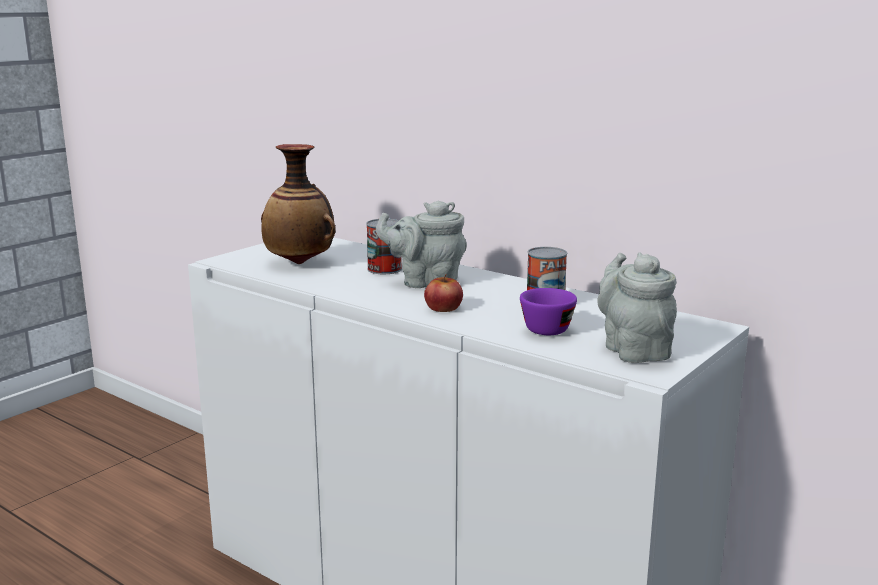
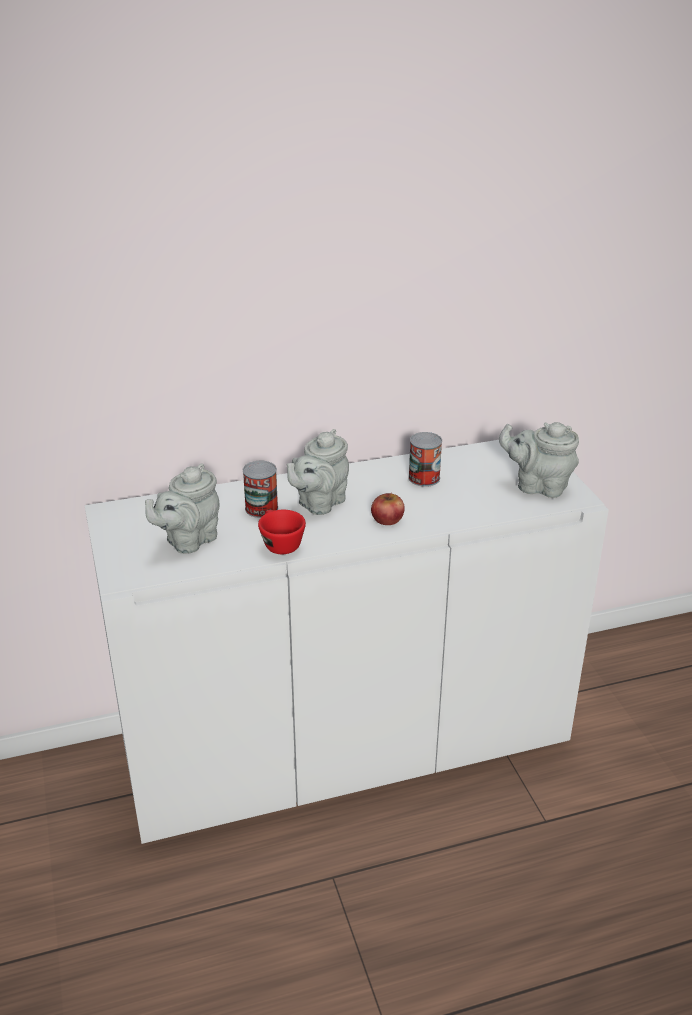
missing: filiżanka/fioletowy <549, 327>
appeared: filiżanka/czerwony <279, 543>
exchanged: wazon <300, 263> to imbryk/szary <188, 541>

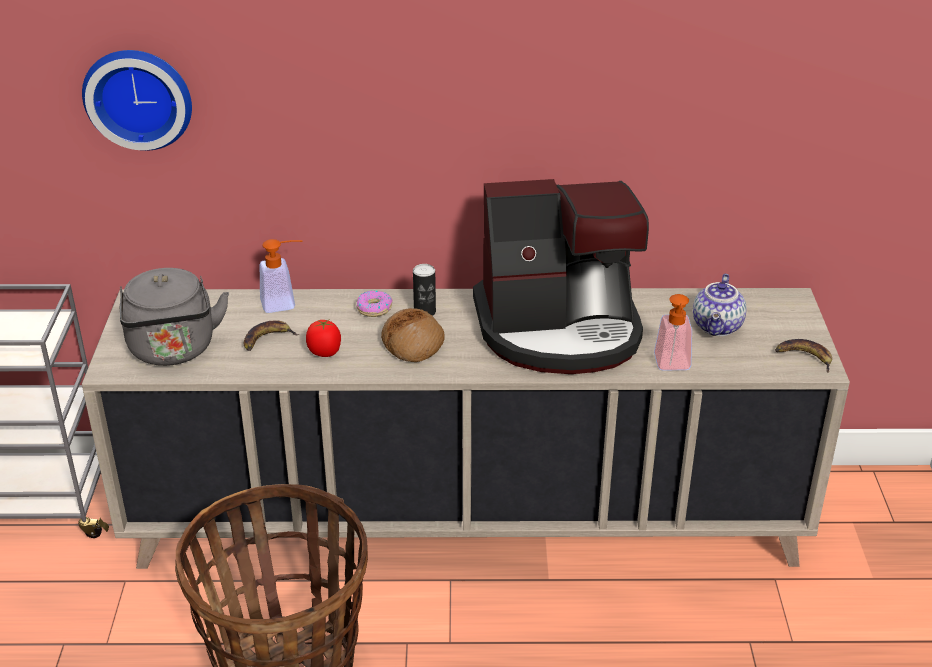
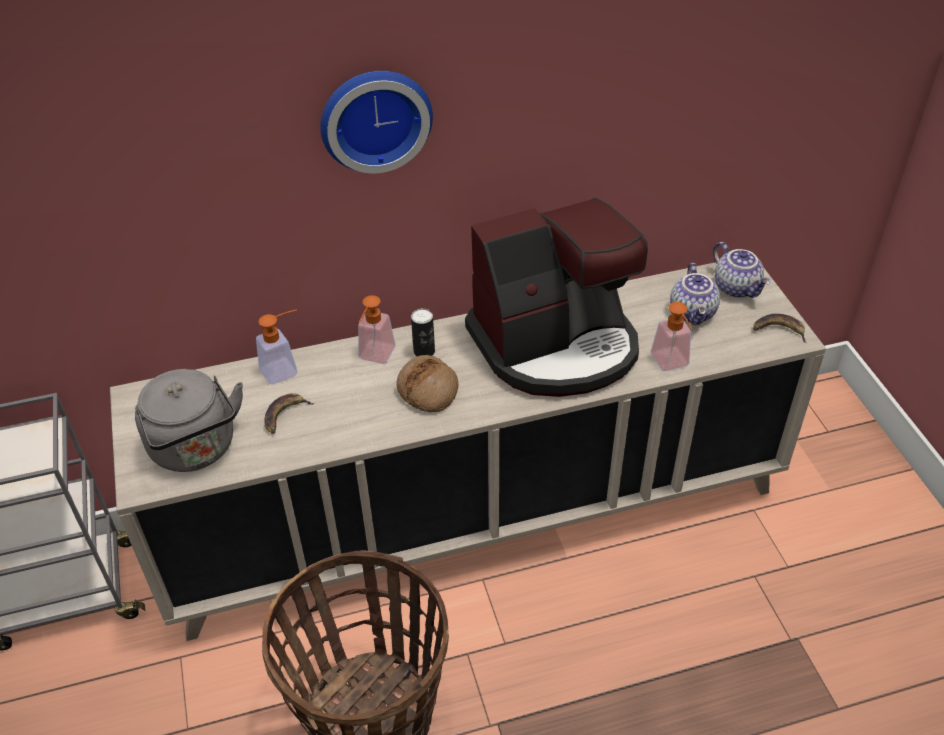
missing: pomidor <325, 352>
appeared: imbryk <737, 288>
relocated: zegar ścienny <139, 97> to <374, 117>
exchanged: donut <374, 308> to dozownik mydła <374, 357>

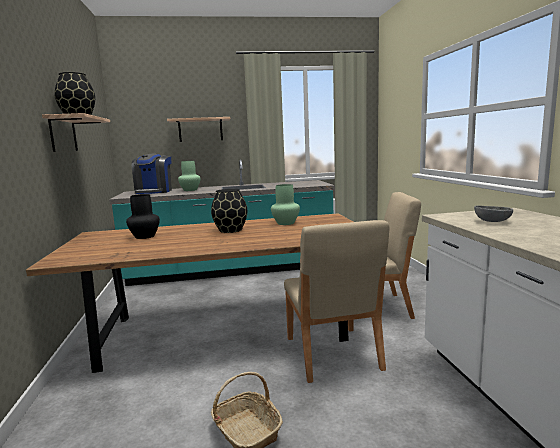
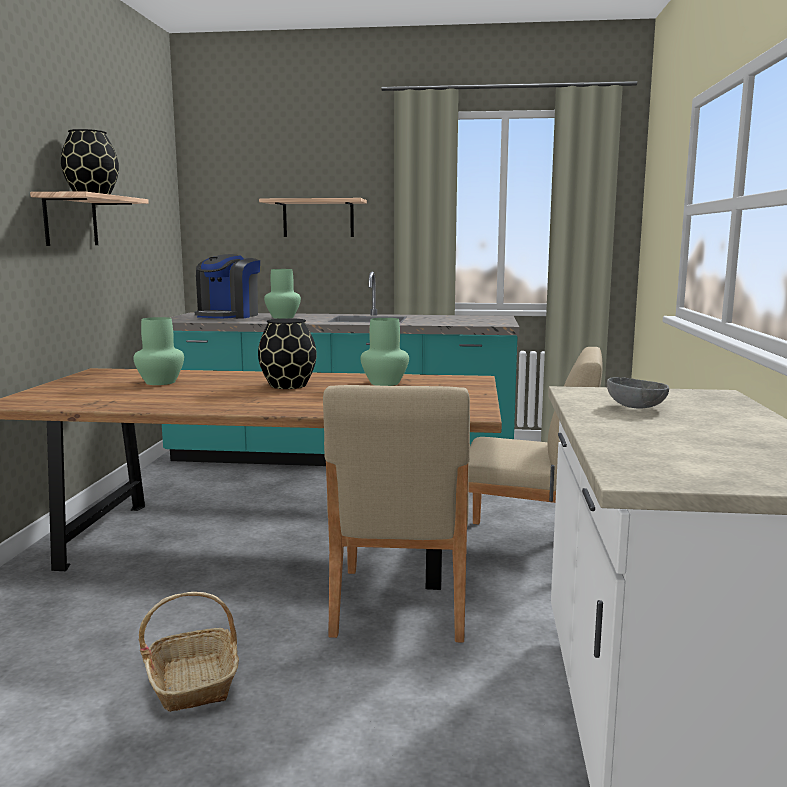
colour: wazon/czarny <145, 236> to wazon/zielony <161, 382>

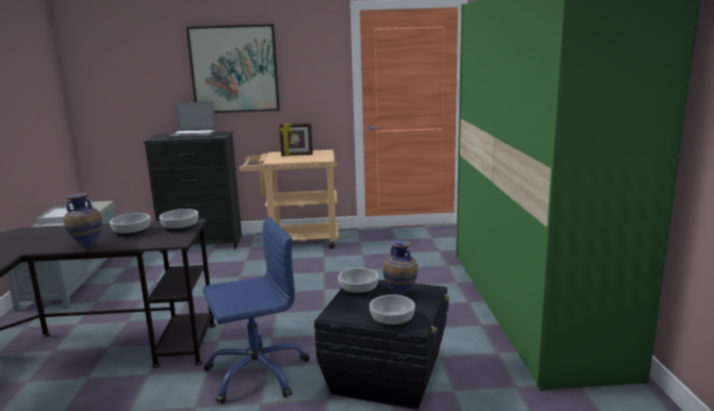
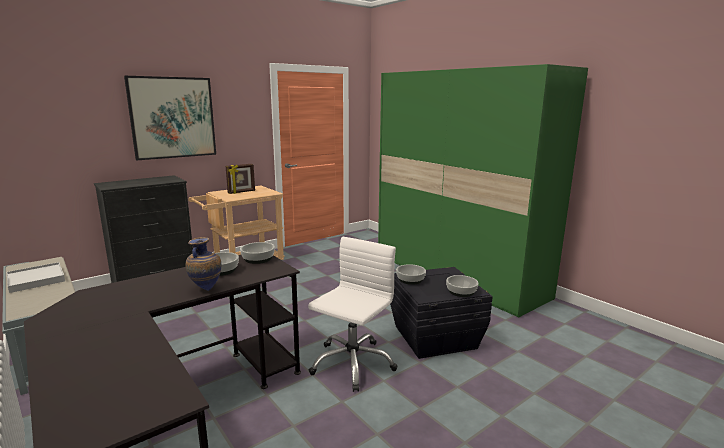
missing: laptop <194, 135>; wazon <400, 294>
colour: krzesło biurowe/niebieski <257, 373> to krzesło biurowe/biały <352, 363>

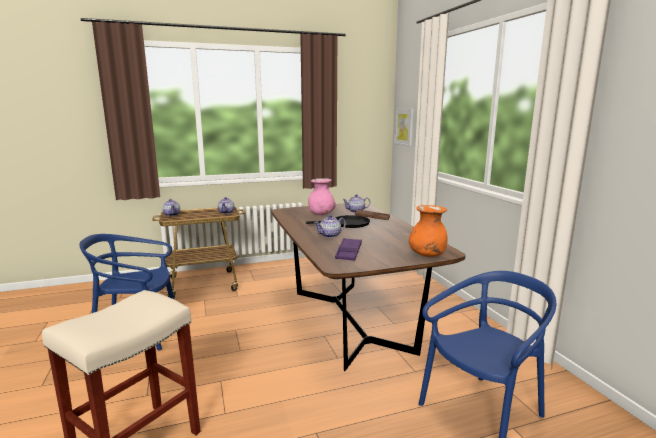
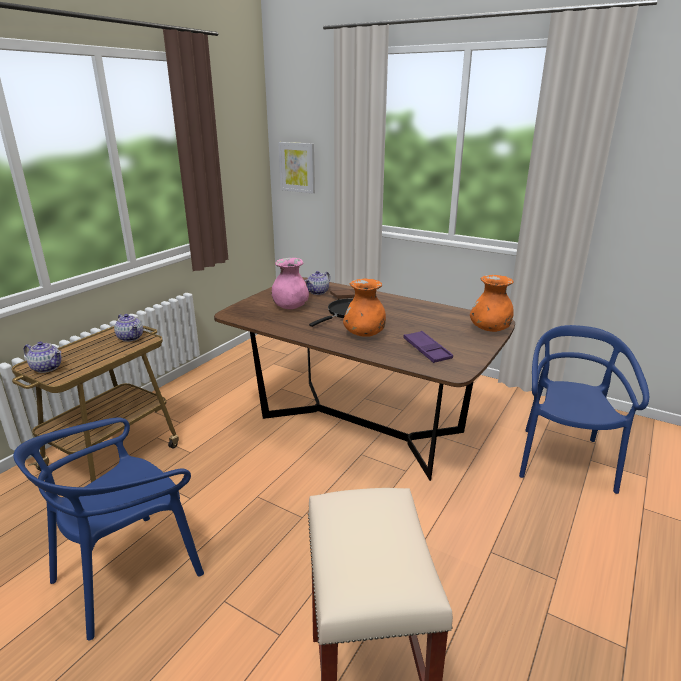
exchanged: imbryk <330, 235> to wazon/pomarańczowy <364, 334>

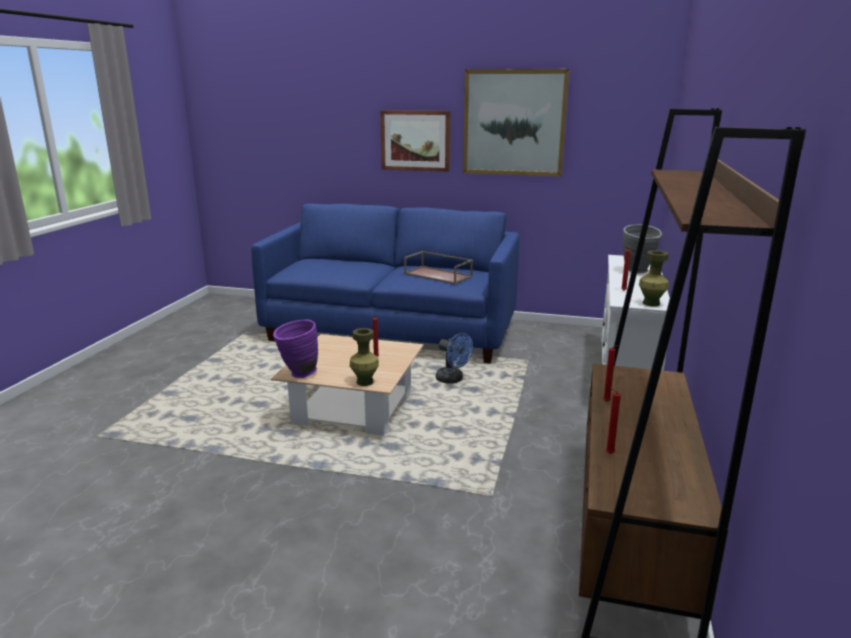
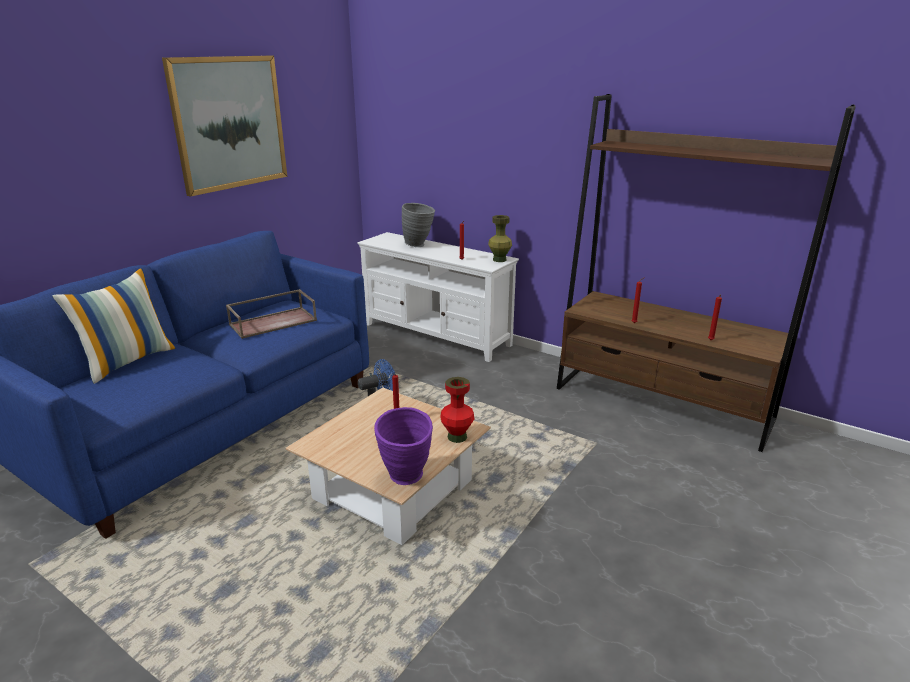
missing: obraz <415, 140>
appeared: poduszka <128, 361>
colour: wazon/zielony <365, 382> to wazon/czerwony <457, 437>

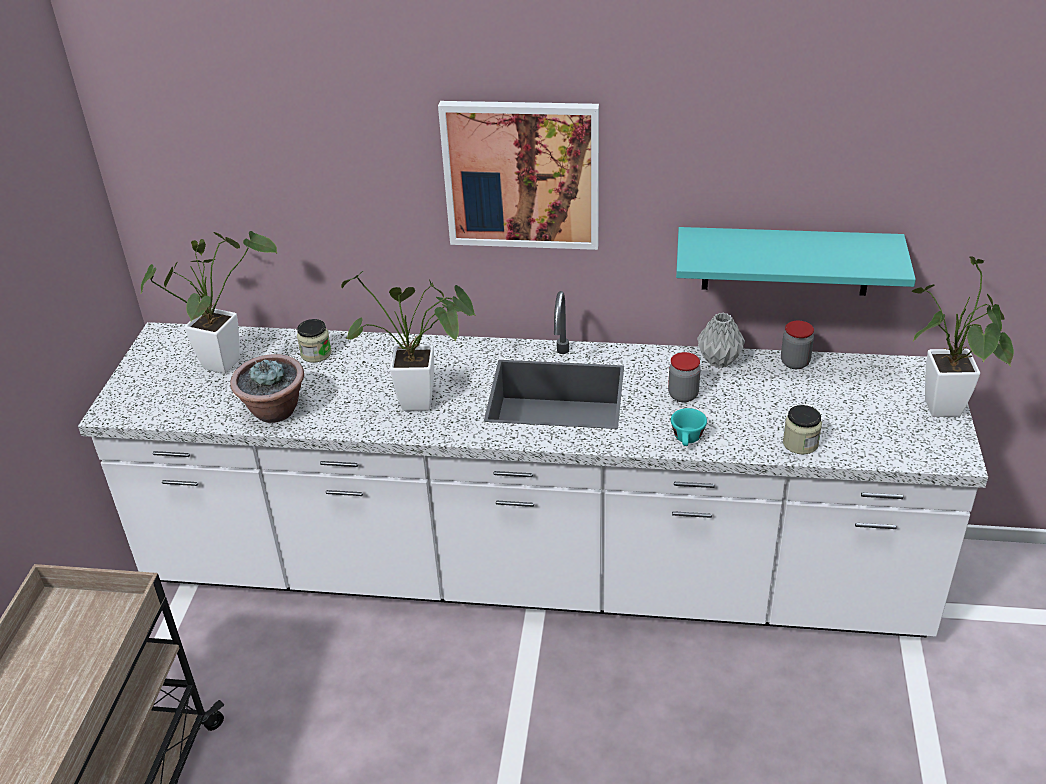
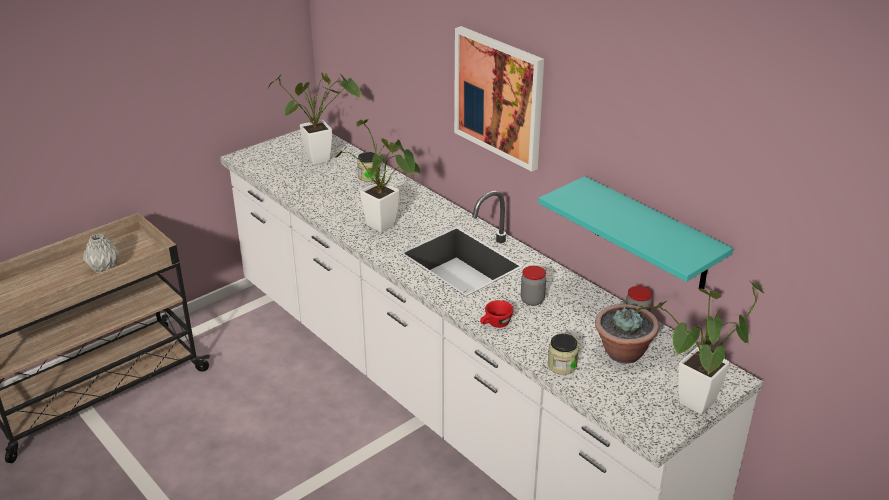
relocated: roślina doniczkowa <274, 411> to <623, 353>; wazon/szary <720, 361> to <104, 269>
colour: filiżanka/turkusowy <687, 440> to filiżanka/czerwony <495, 324>

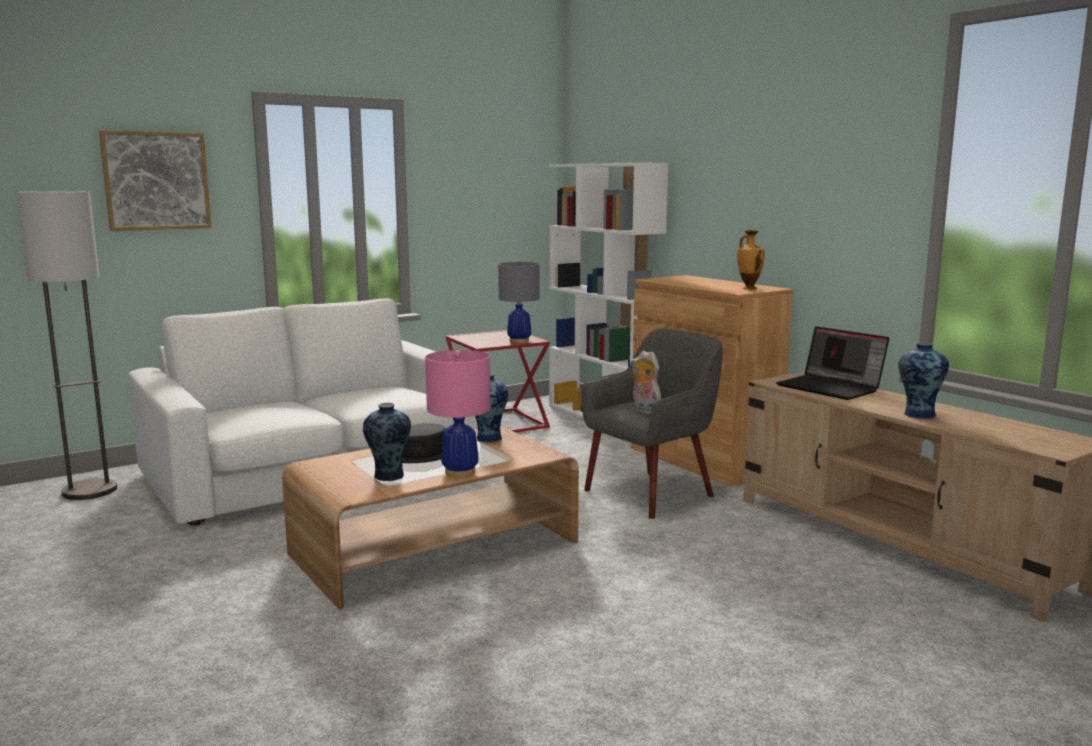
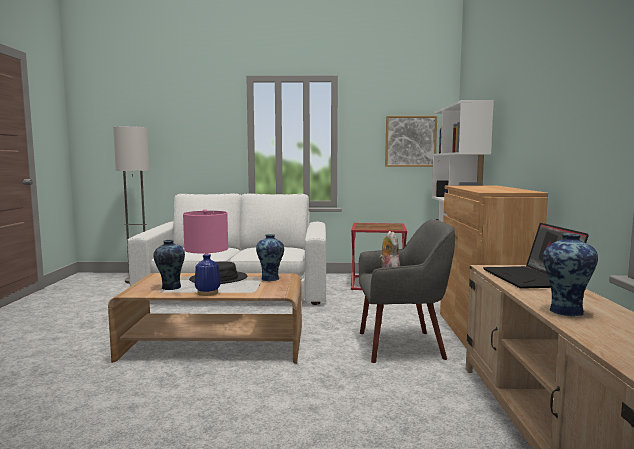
missing: lampa stołowa/szary <519, 341>; wazon <748, 288>
relocated: obraz <156, 181> to <410, 141>

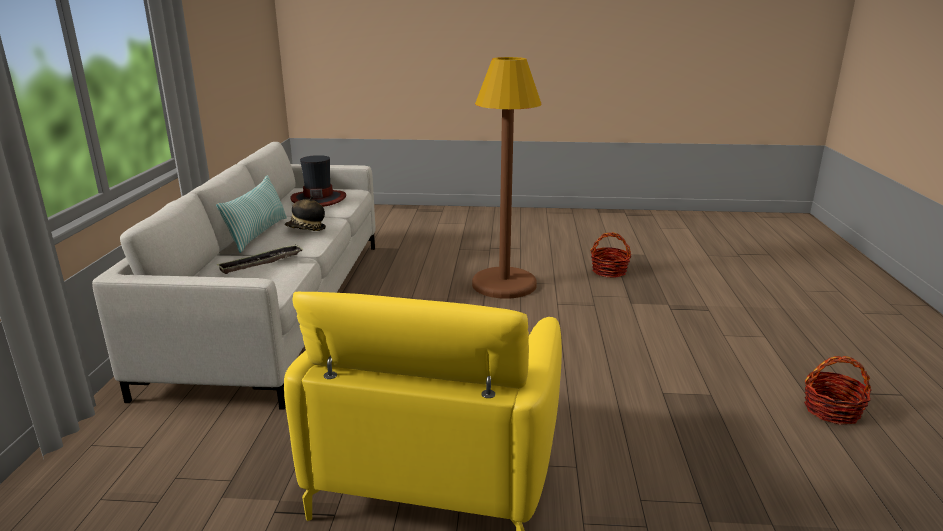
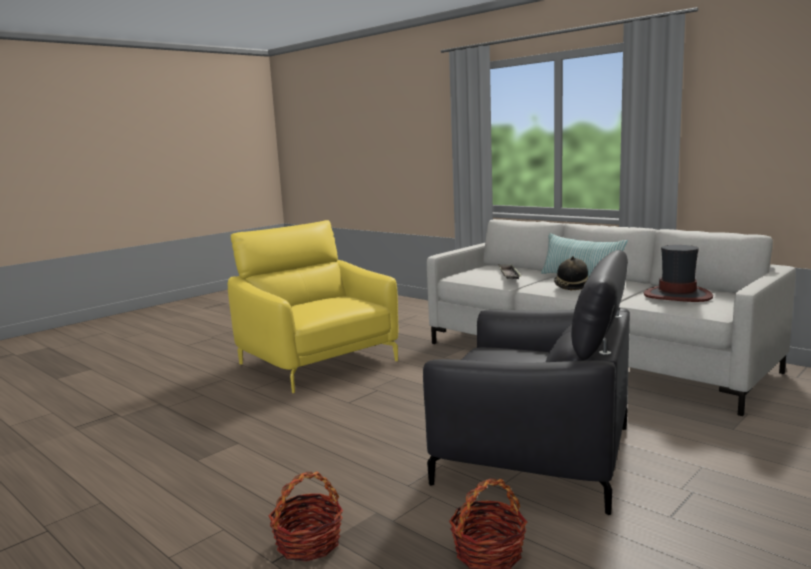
relocated: koszyk <832, 410> to <308, 543>
exchanged: lampa stojąca/brązowy <504, 284> to fotel/czarny <534, 455>

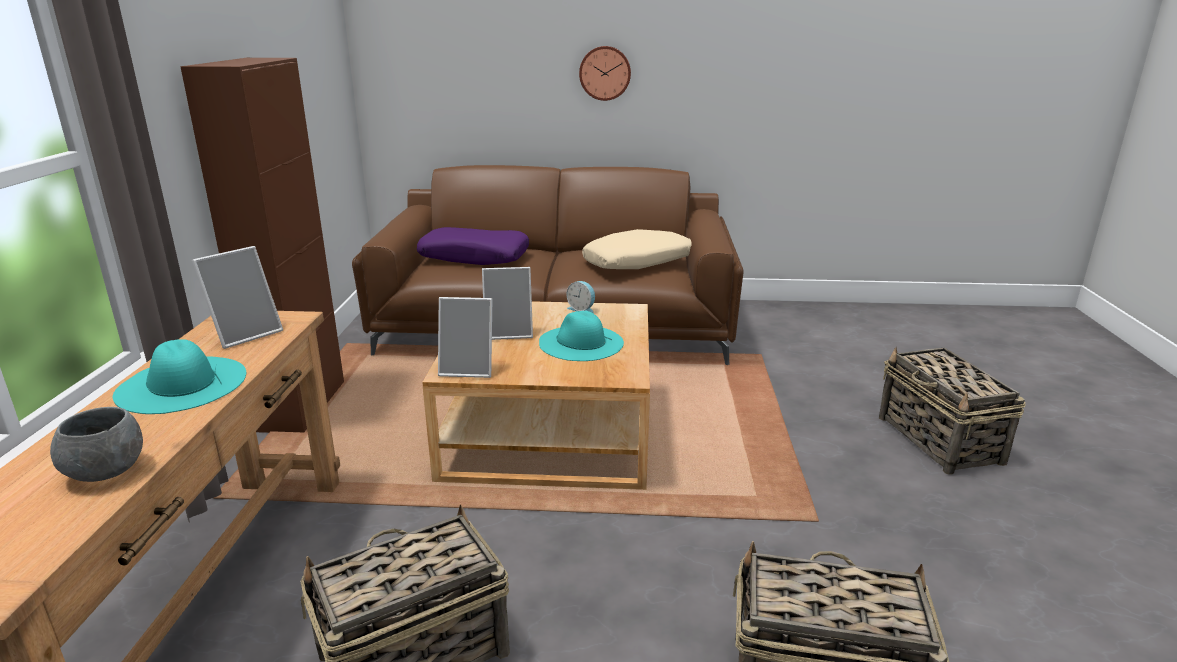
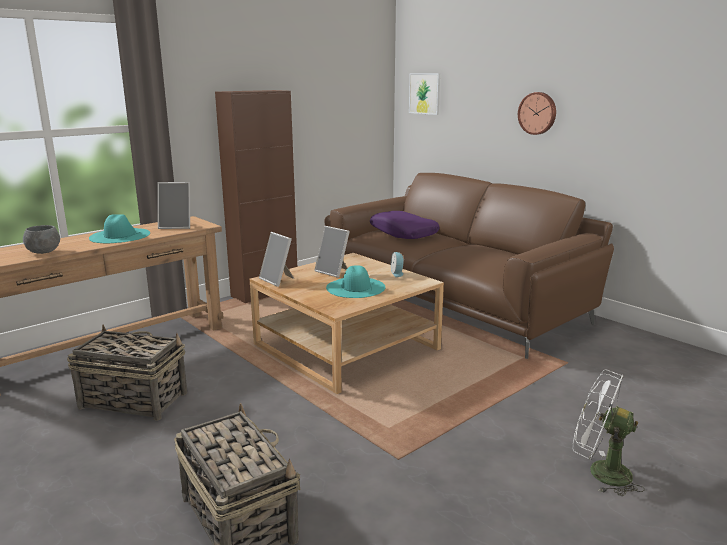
missing: poduszka/beżowy <639, 263>
appeared: obraz <424, 93>
exchanged: koszyk <939, 440> to wentylator/biały <600, 472>

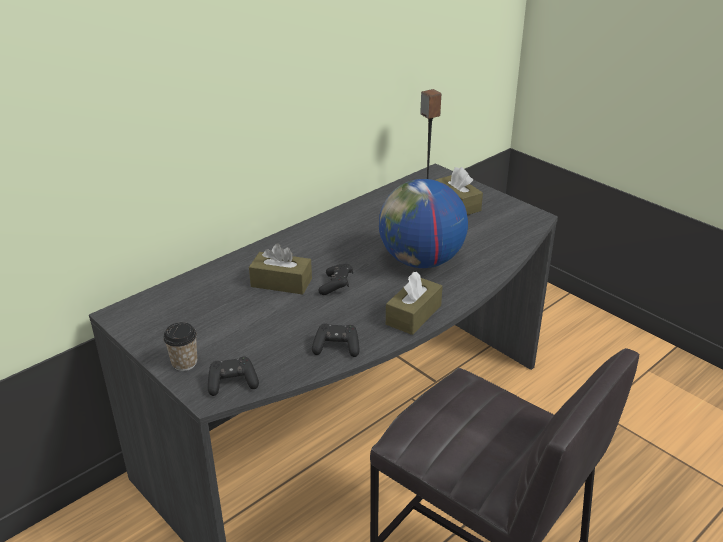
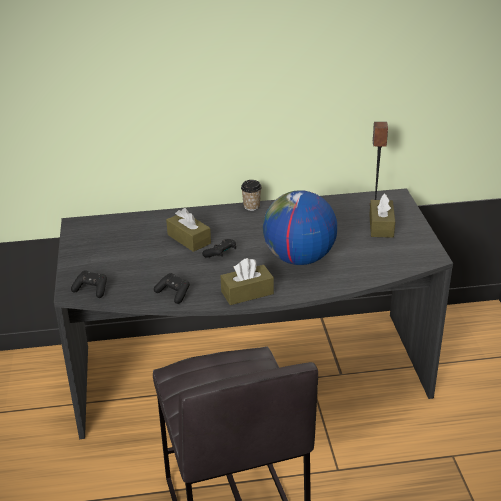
relocated: filiżanka <184, 363> to <251, 206>

